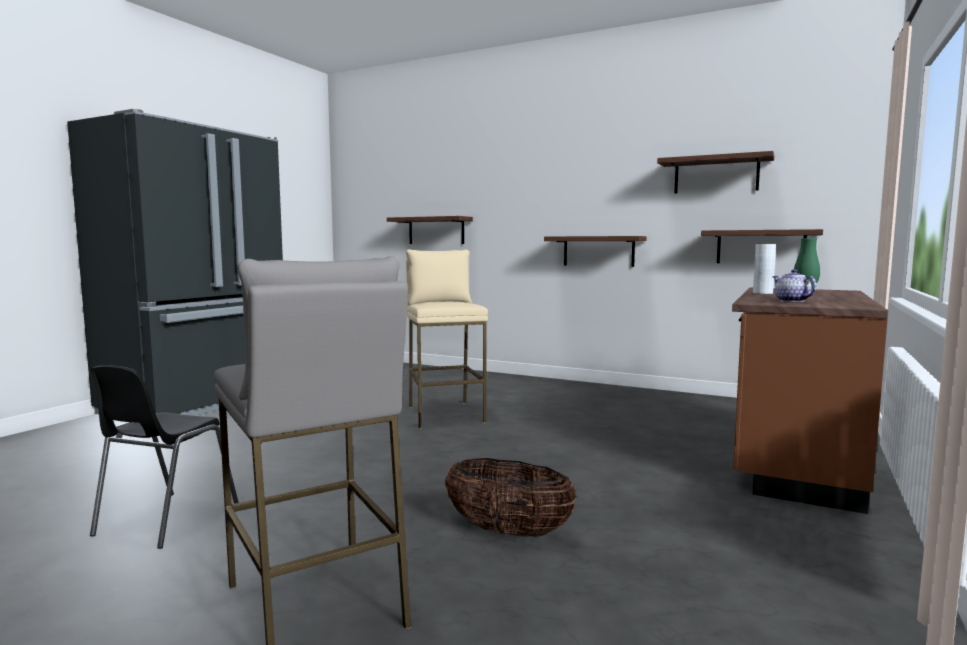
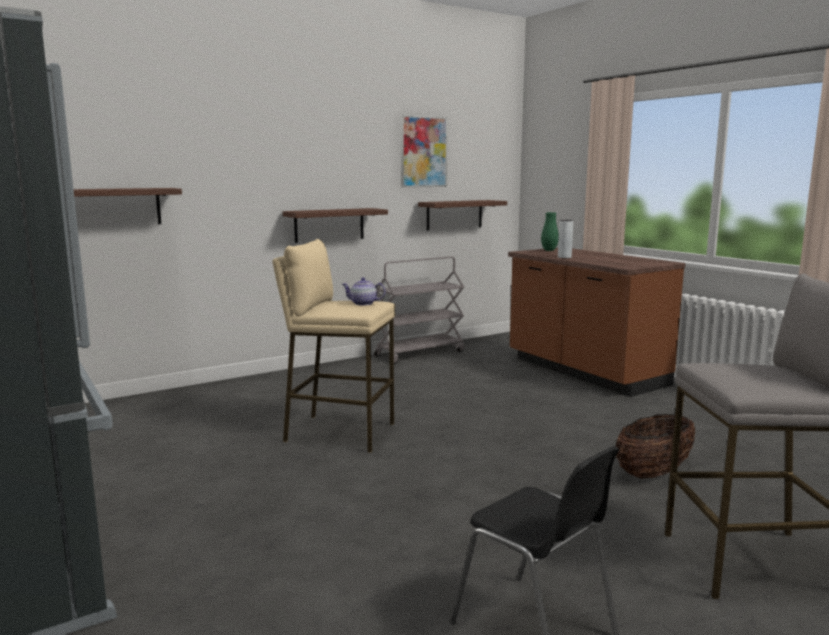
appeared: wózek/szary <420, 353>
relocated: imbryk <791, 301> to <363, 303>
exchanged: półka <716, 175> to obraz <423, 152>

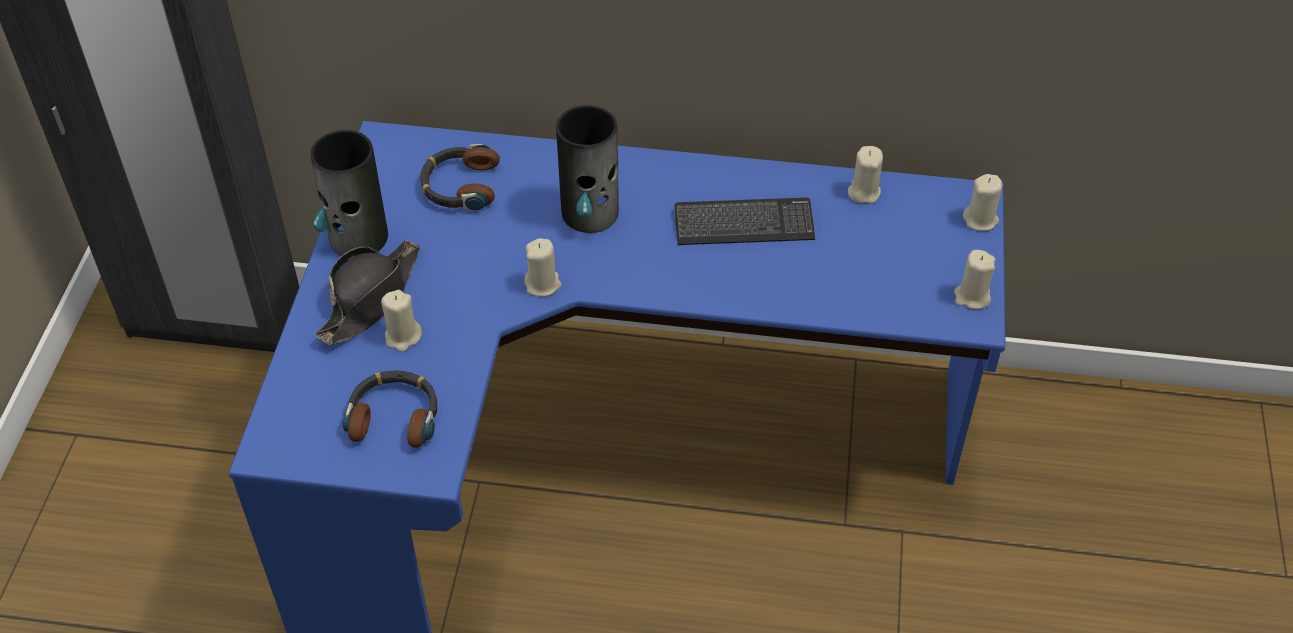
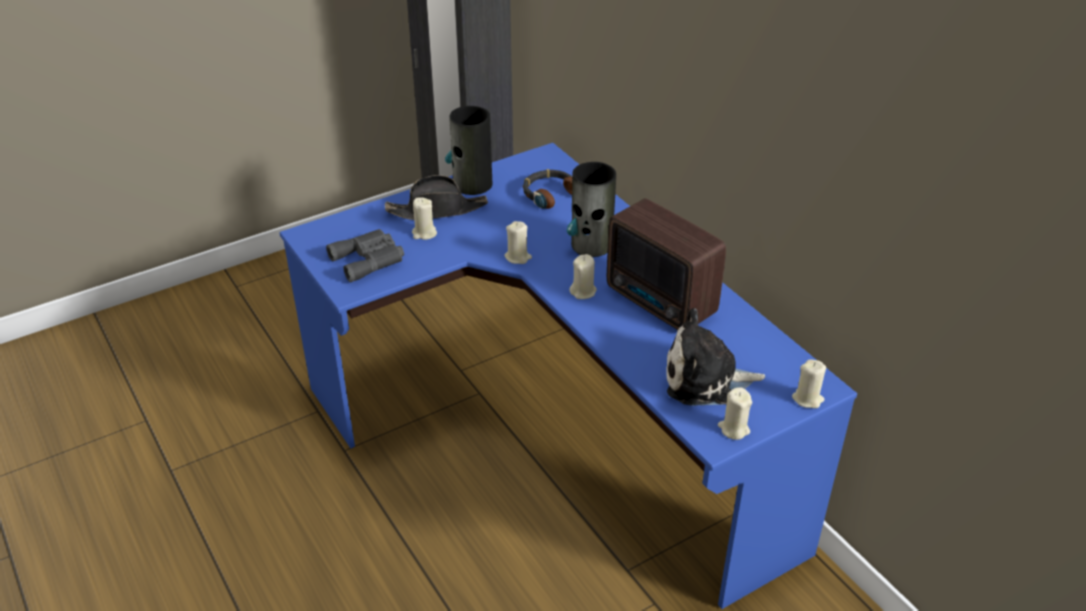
appeared: pluszak <706, 379>
relocated: świeca/beżowy <863, 192> to <583, 291>
exchanged: słuchawki <395, 416> to lornetka/szary <369, 259>; klawiatura <744, 224> to radio <661, 303>

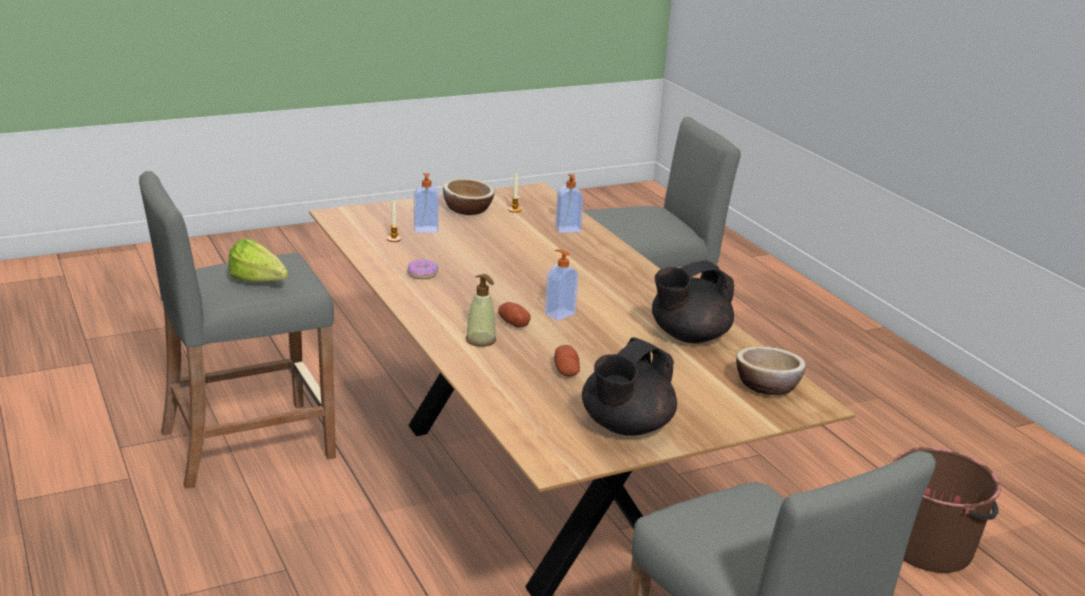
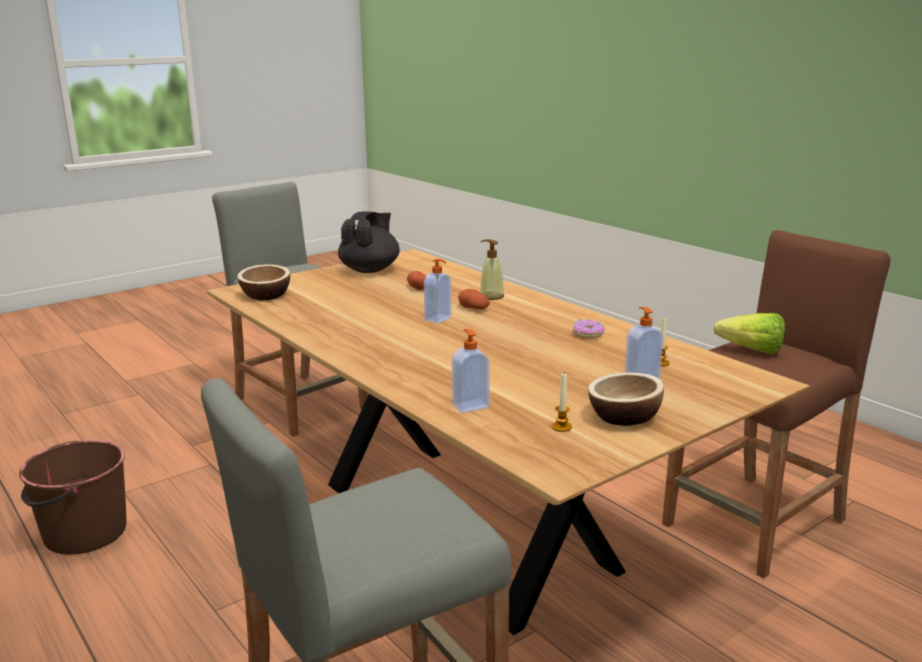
missing: imbryk/czarny <688, 336>
colour: stołek/szary <247, 444> to stołek/brązowy <755, 523>

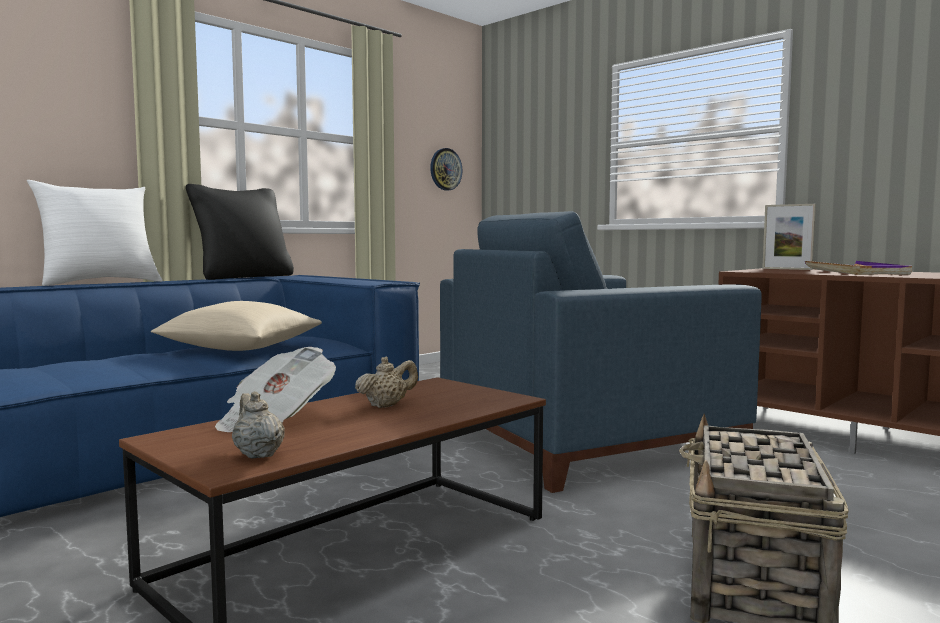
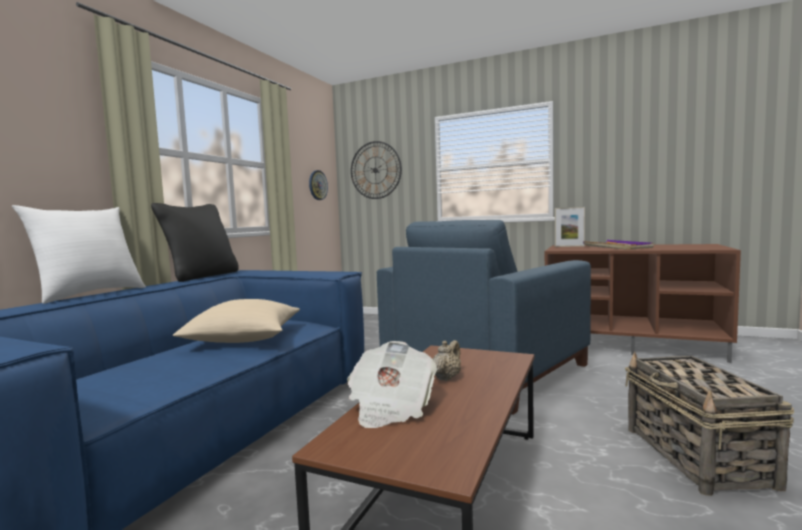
missing: imbryk/beżowy <258, 454>
appeared: zegar ścienny <375, 170>

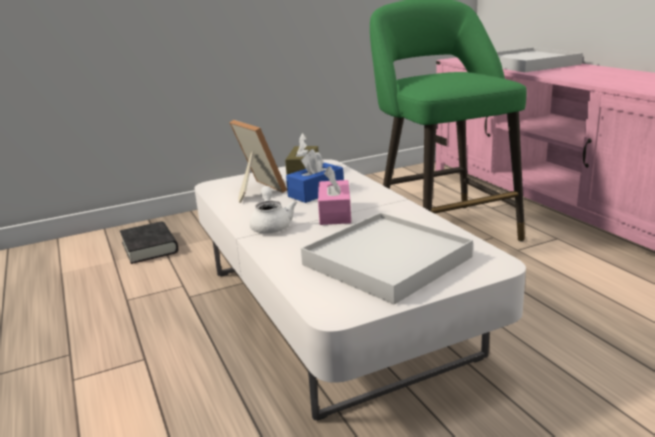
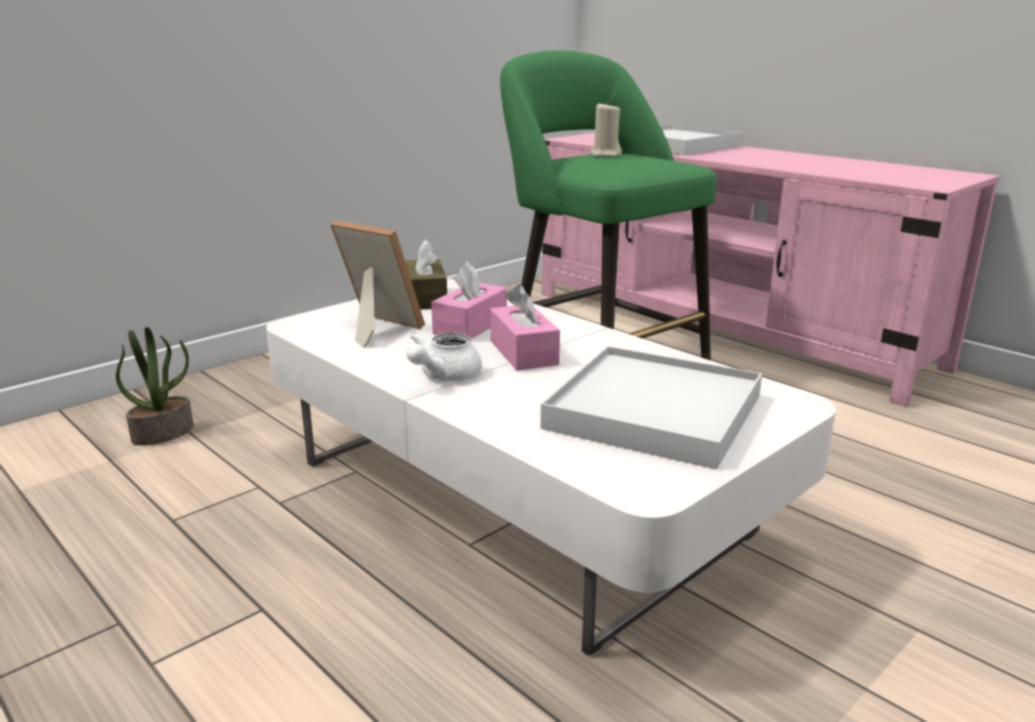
appeared: świeca/beżowy <605, 155>
exchanged: książka/czarny <149, 247> to roślina doniczkowa <163, 433>
colour: pudełko chusteczek/niebieski <316, 192> to pudełko chusteczek/różowy <470, 326>
spun: imbryk/biały <271, 225> = <443, 376> 120 degrees counterclockwise

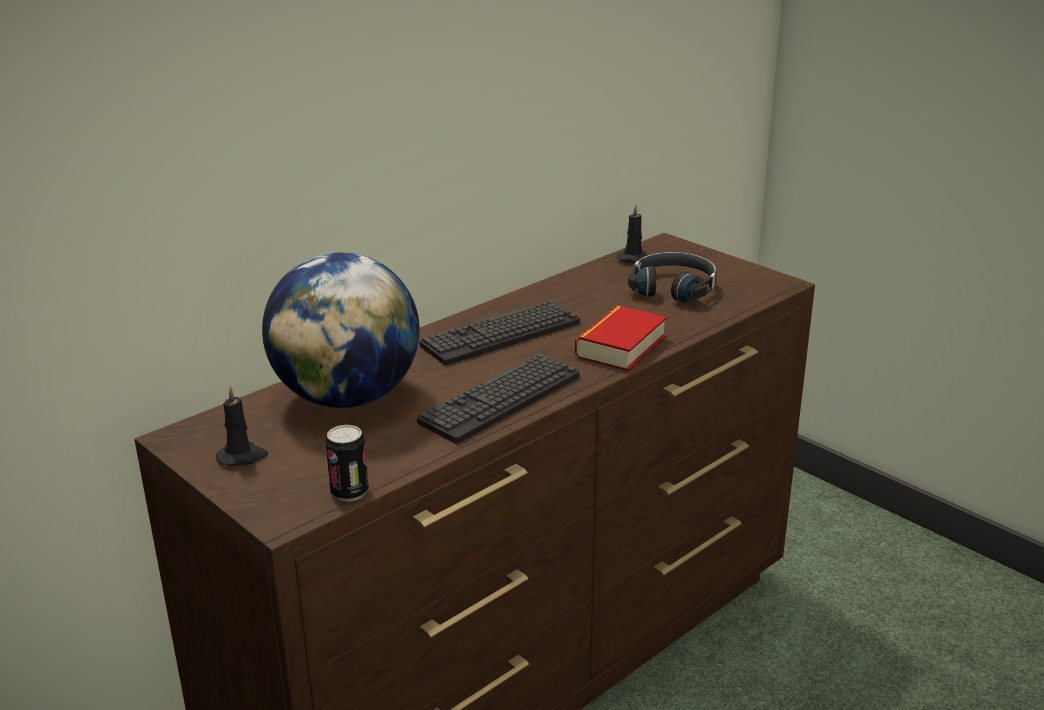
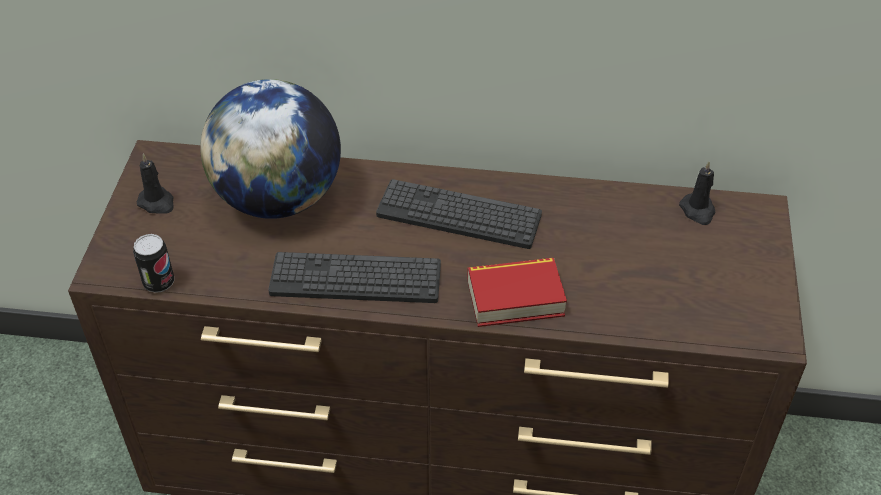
missing: słuchawki/czarny <674, 287>

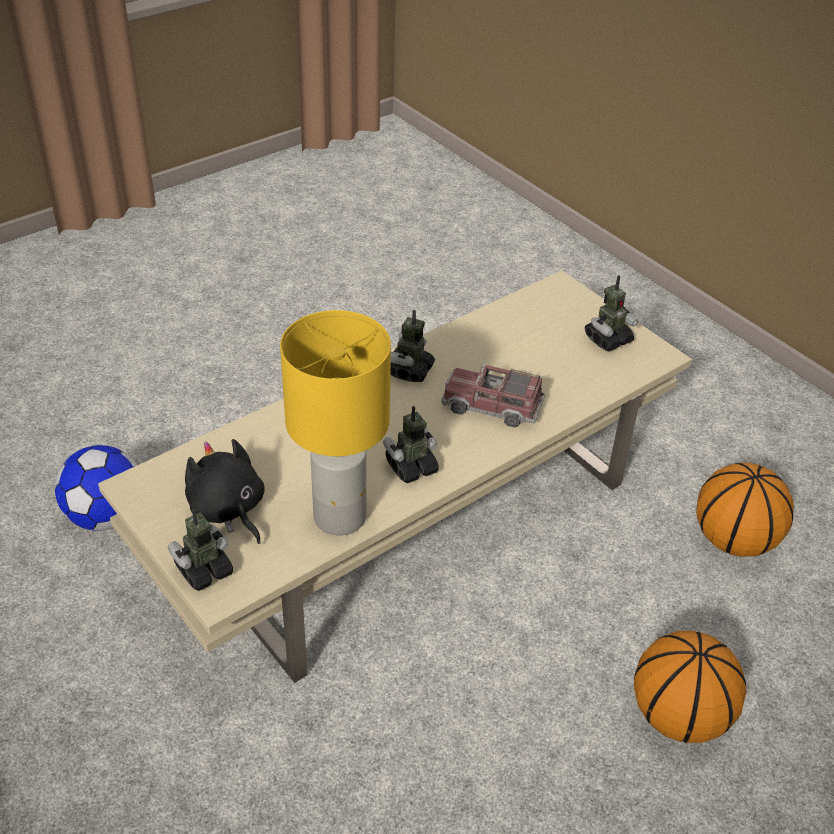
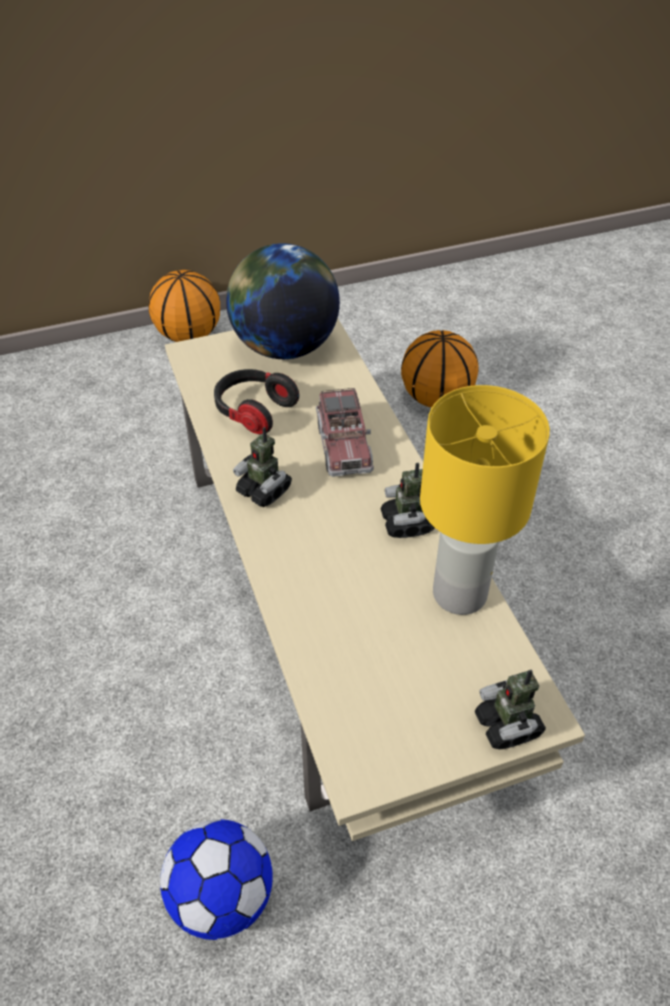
missing: pluszak/czarny <228, 510>
appeared: słuchawki <253, 411>
relocated: piłka do koszykówki <679, 717> to <189, 335>
exchanged: robot zabawkowy <607, 339> to globus <284, 347>
spun: ciężarówka zabawkowa <492, 407> = <343, 445> 45 degrees counterclockwise

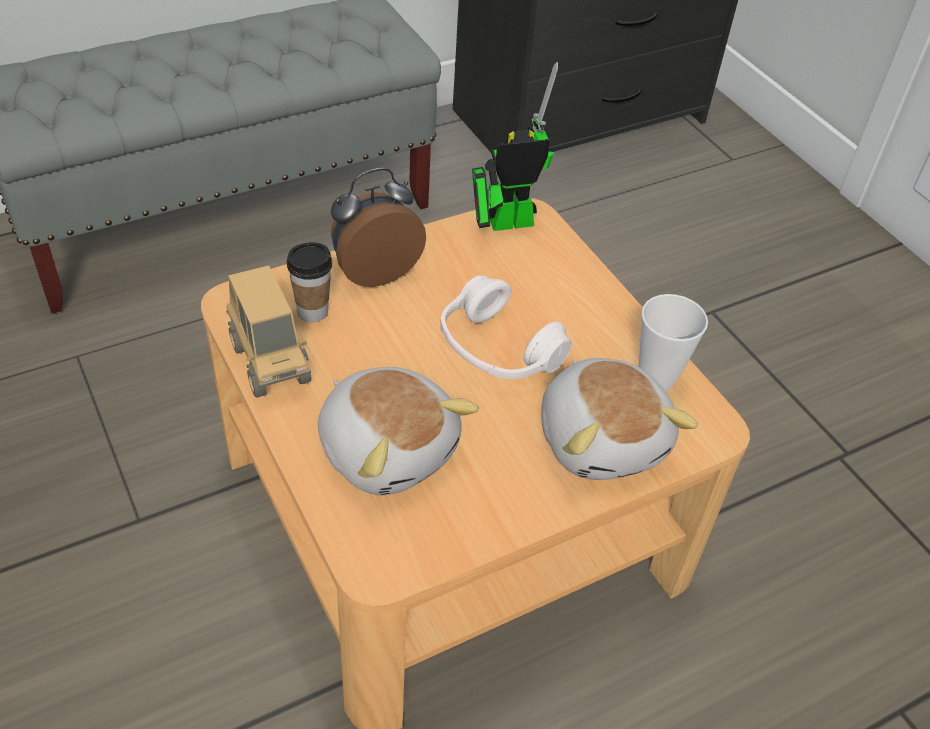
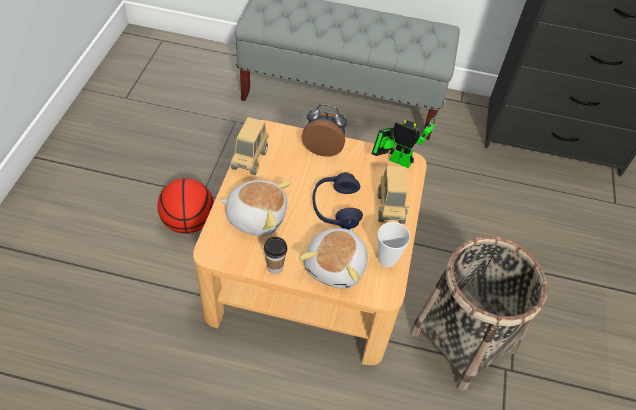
appeared: piłka do koszykówki <188, 222>; ciężarówka zabawkowa <390, 208>; koszyk <463, 340>
relocated: filiżanka <312, 312> to <275, 267>
colour: słuchawki/biały <498, 349> to słuchawki/niebieski <336, 207>
spun: pluszak <388, 449> = <256, 216> 75 degrees counterclockwise

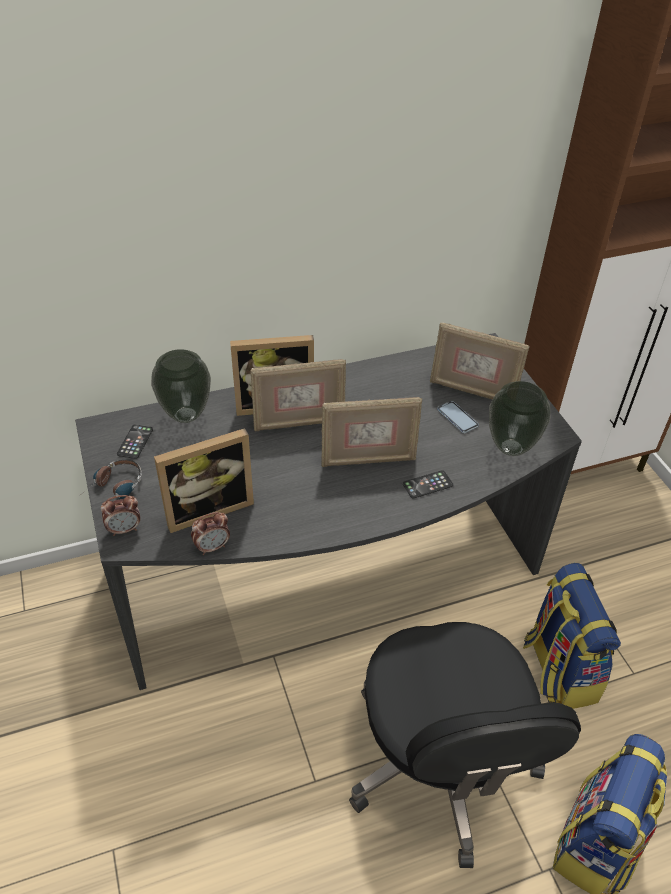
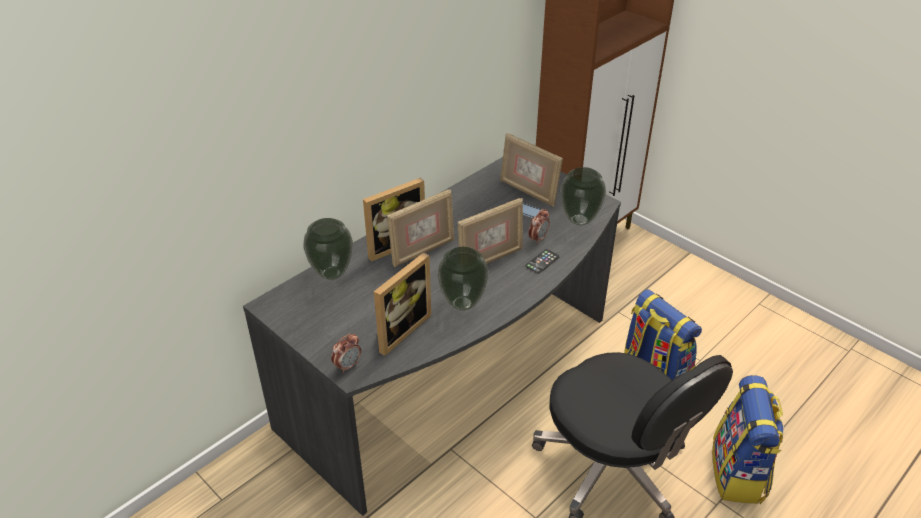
missing: słuchawki <114, 488>; telefon <135, 442>
appeared: wazon <463, 303>
relocated: budzik <212, 547> to <538, 239>
spun: ramka na zdjęcie <472, 391> = <528, 192> 45 degrees clockwise

